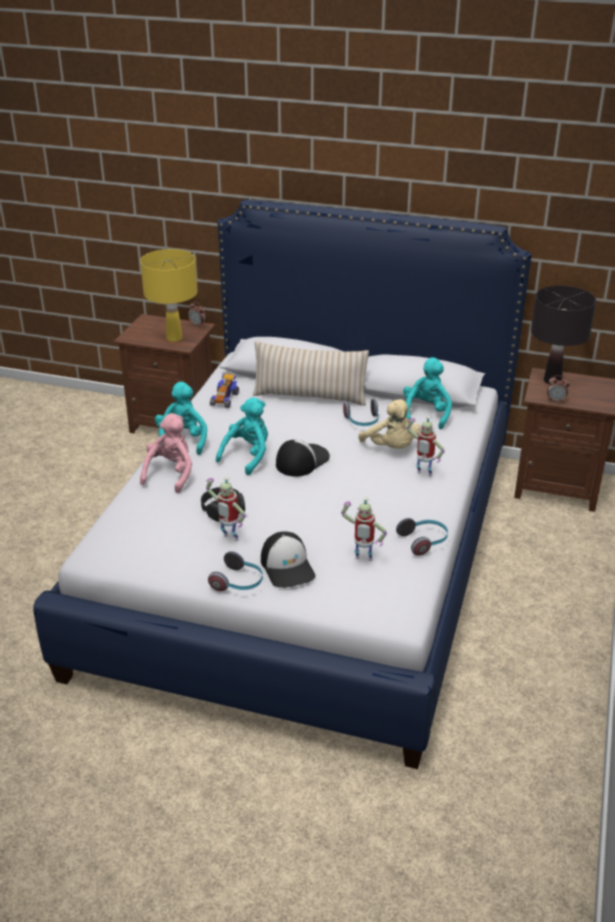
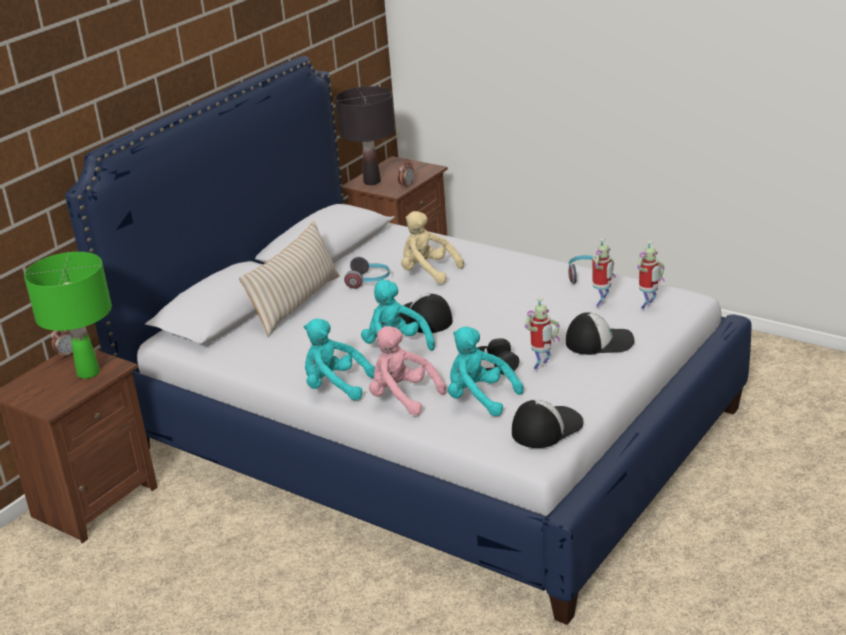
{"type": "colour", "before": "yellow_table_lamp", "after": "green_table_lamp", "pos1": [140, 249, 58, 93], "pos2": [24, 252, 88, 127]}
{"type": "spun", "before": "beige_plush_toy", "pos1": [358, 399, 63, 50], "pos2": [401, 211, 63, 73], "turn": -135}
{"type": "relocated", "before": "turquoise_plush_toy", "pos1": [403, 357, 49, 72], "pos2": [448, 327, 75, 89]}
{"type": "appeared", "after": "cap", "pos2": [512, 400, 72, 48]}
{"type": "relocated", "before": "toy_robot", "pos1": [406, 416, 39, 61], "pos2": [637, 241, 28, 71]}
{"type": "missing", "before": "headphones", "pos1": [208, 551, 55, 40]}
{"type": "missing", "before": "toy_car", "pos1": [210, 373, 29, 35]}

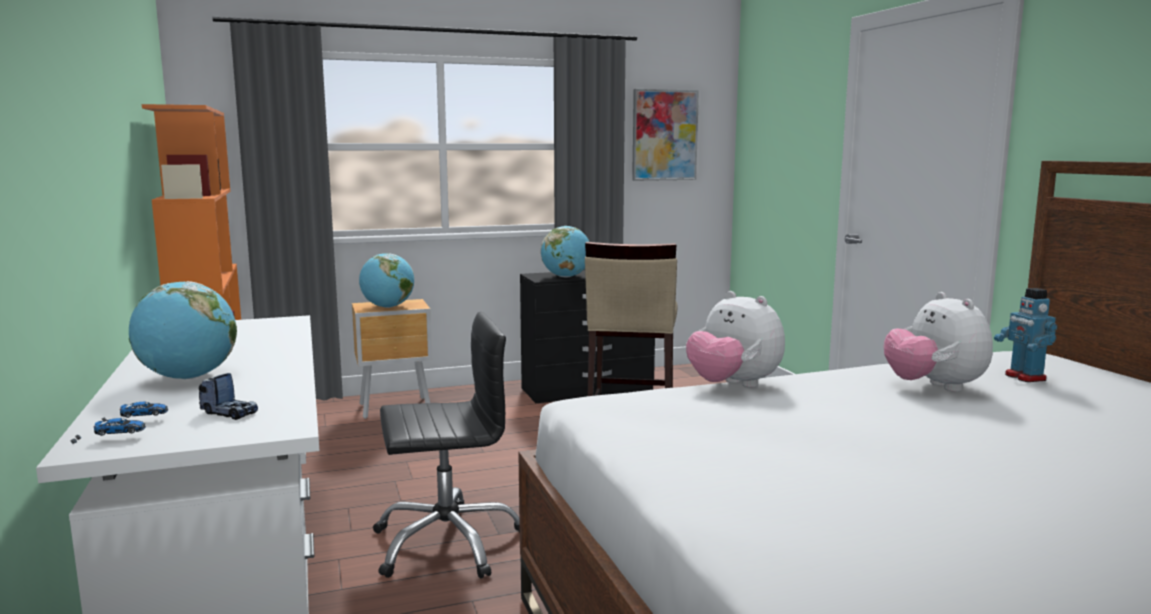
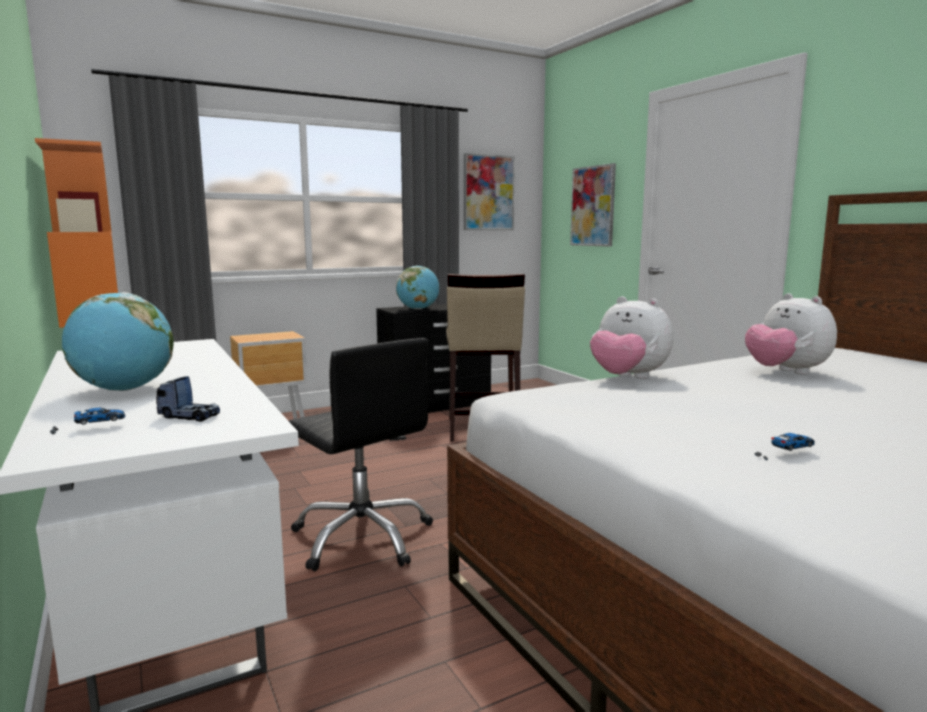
{"type": "spun", "before": "black_office_chair", "pos1": [373, 312, 147, 267], "pos2": [289, 338, 144, 233], "turn": 75}
{"type": "appeared", "after": "picture", "pos2": [570, 163, 46, 84]}
{"type": "relocated", "before": "toy_car", "pos1": [71, 418, 75, 26], "pos2": [755, 433, 60, 27]}
{"type": "missing", "before": "globe", "pos1": [359, 253, 55, 55]}
{"type": "missing", "before": "toy_robot", "pos1": [994, 288, 63, 94]}

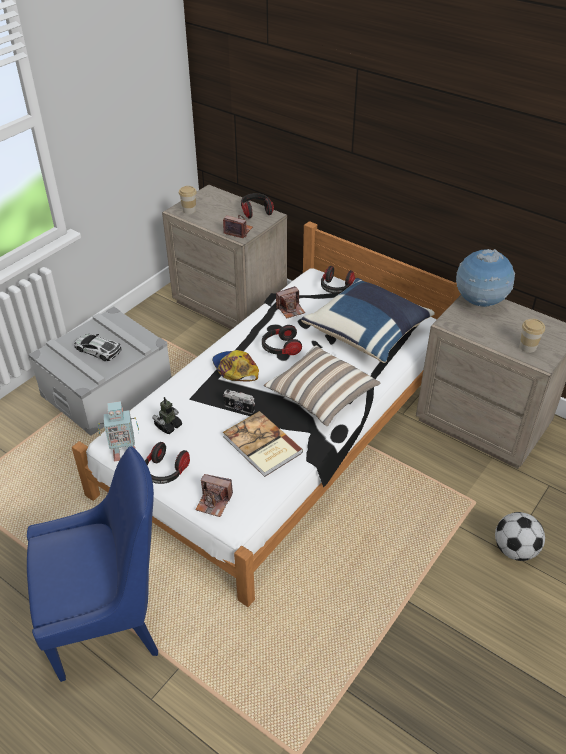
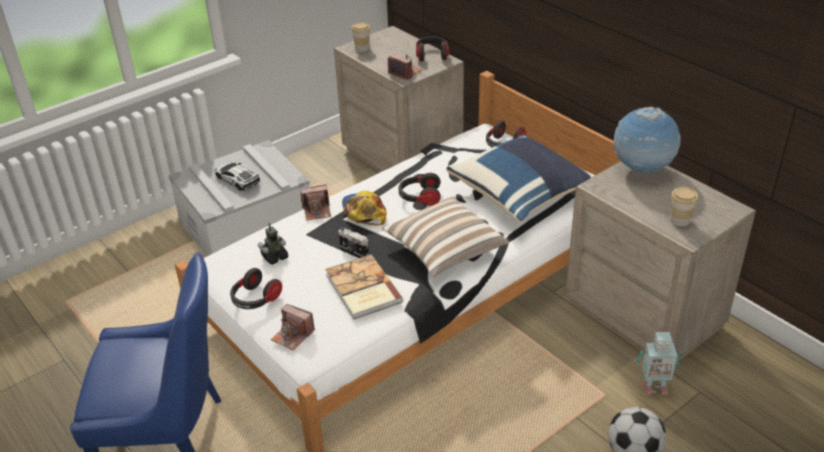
{"type": "relocated", "before": "photo_camera", "pos1": [276, 286, 29, 32], "pos2": [300, 184, 31, 36]}
{"type": "relocated", "before": "toy_robot", "pos1": [98, 401, 41, 60], "pos2": [637, 332, 44, 63]}

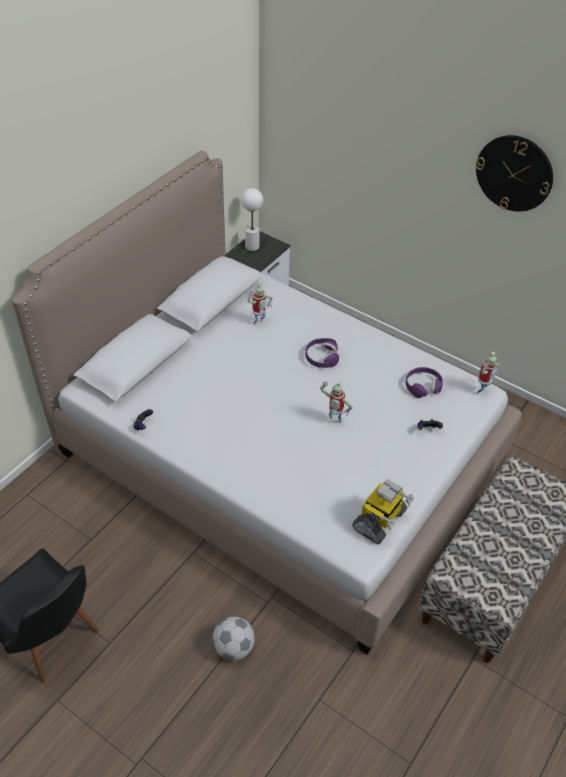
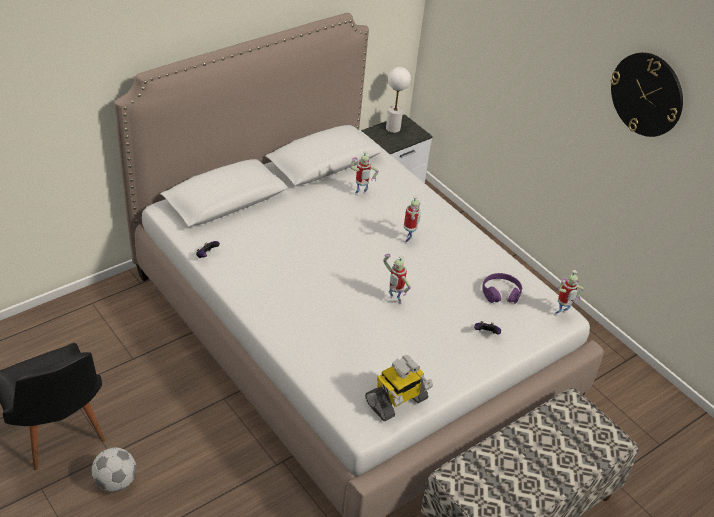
{"type": "relocated", "before": "football", "pos1": [213, 617, 42, 43], "pos2": [92, 447, 44, 45]}
{"type": "exchanged", "before": "purple_headphones", "after": "toy_robot", "pos1": [305, 338, 34, 30], "pos2": [404, 196, 17, 48]}

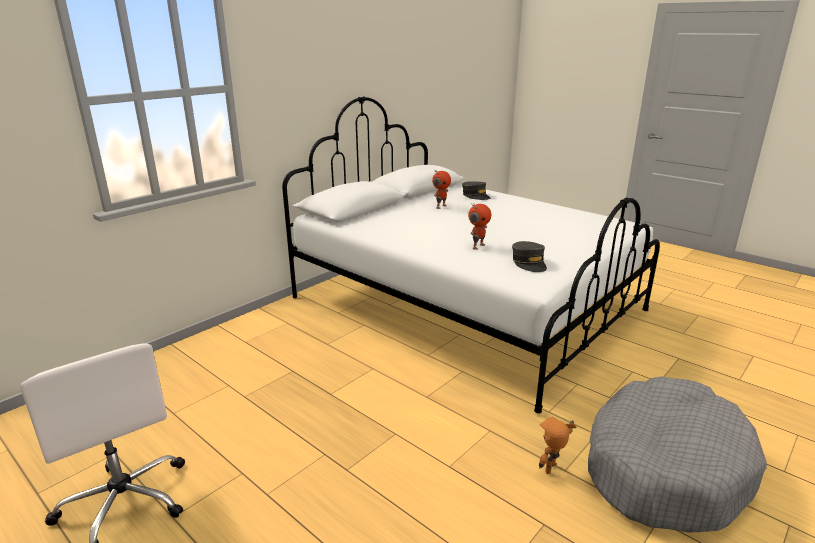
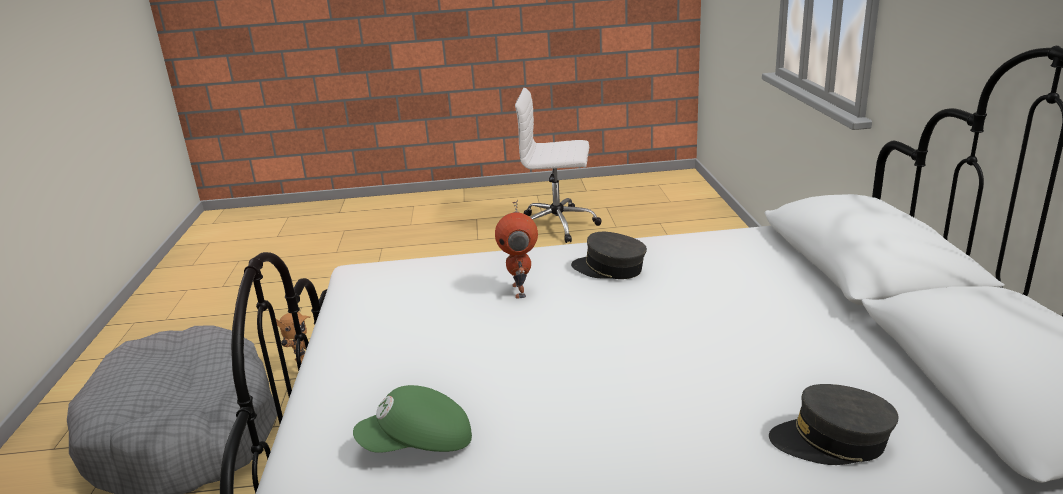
{"type": "appeared", "after": "green_cap", "pos2": [353, 385, 119, 68]}
{"type": "relocated", "before": "grey_cap", "pos1": [512, 241, 35, 31], "pos2": [571, 232, 76, 47]}
{"type": "missing", "before": "toy_robot", "pos1": [432, 170, 19, 39]}

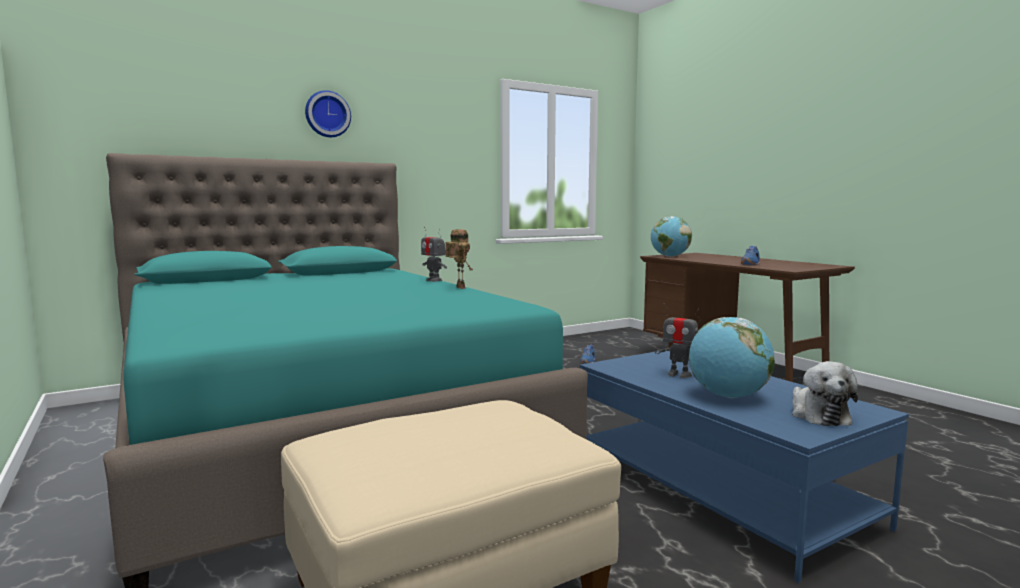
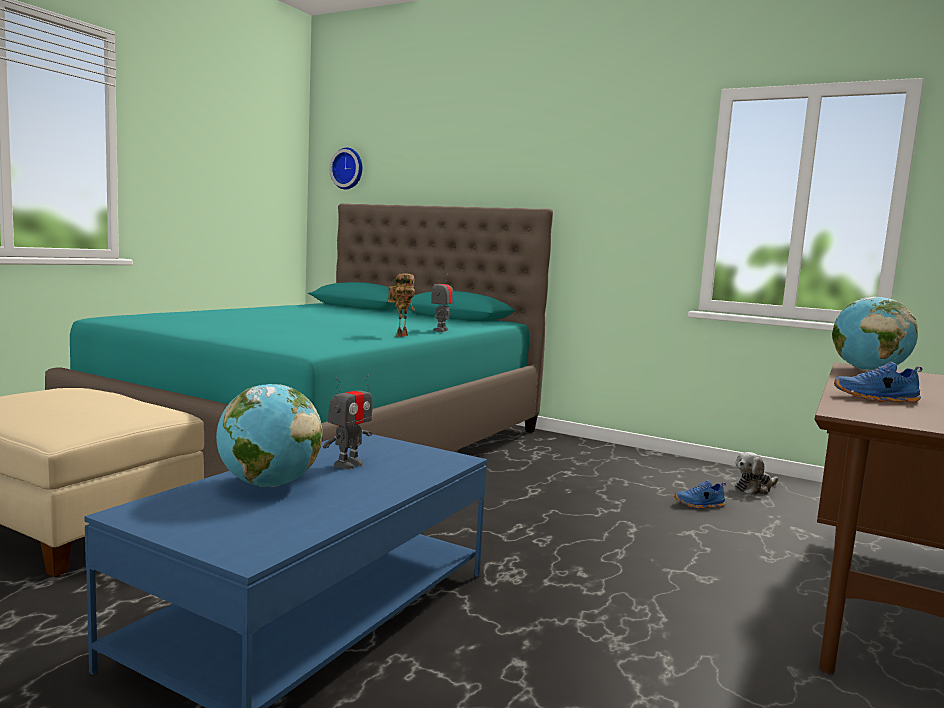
{"type": "spun", "before": "toy_robot", "pos1": [655, 303, 46, 75], "pos2": [323, 375, 50, 94], "turn": -150}
{"type": "relocated", "before": "wall_clock", "pos1": [305, 90, 46, 47], "pos2": [329, 148, 34, 41]}
{"type": "relocated", "before": "plush_toy", "pos1": [792, 361, 66, 65], "pos2": [735, 452, 43, 43]}

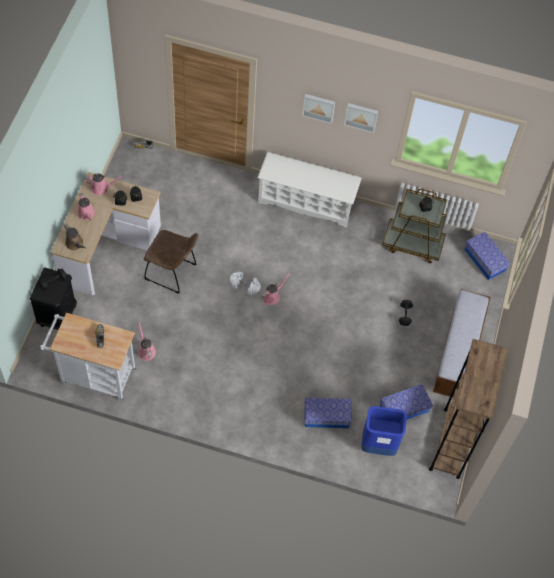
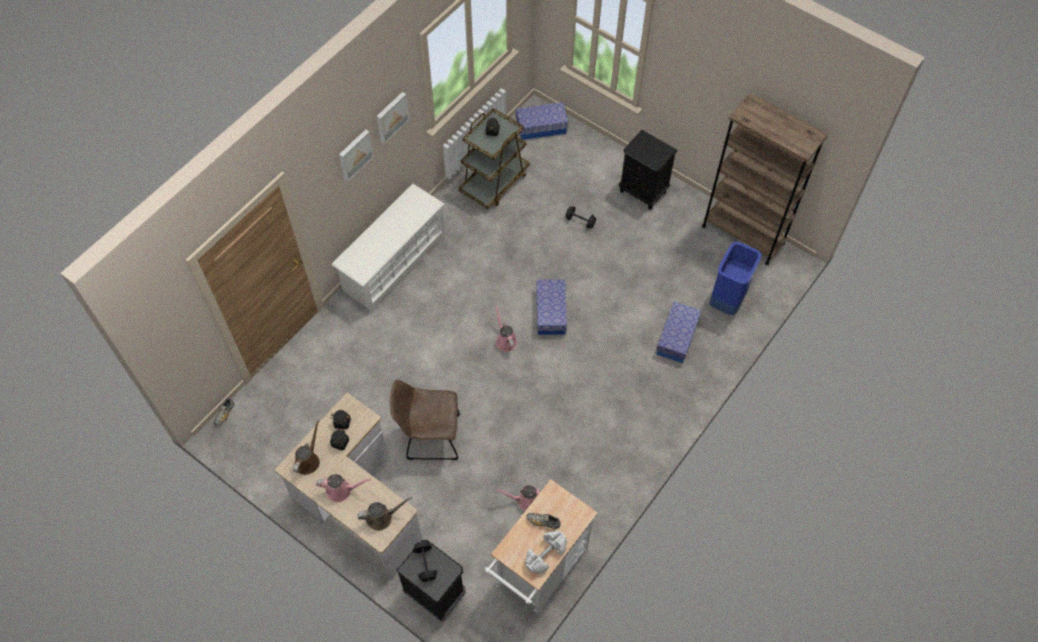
{"type": "colour", "before": "pink_watering_can", "after": "brown_watering_can", "pos1": [84, 173, 39, 22], "pos2": [293, 420, 27, 55]}
{"type": "spun", "before": "brown_chair", "pos1": [143, 230, 55, 64], "pos2": [390, 380, 70, 80], "turn": -135}
{"type": "relocated", "before": "white_dumbbell", "pos1": [229, 272, 32, 23], "pos2": [525, 530, 42, 44]}
{"type": "relocated", "before": "storage_box", "pos1": [380, 384, 53, 36], "pos2": [536, 279, 31, 56]}
{"type": "exchanged", "before": "bench", "after": "black_nightstand", "pos1": [433, 289, 57, 109], "pos2": [619, 130, 58, 80]}

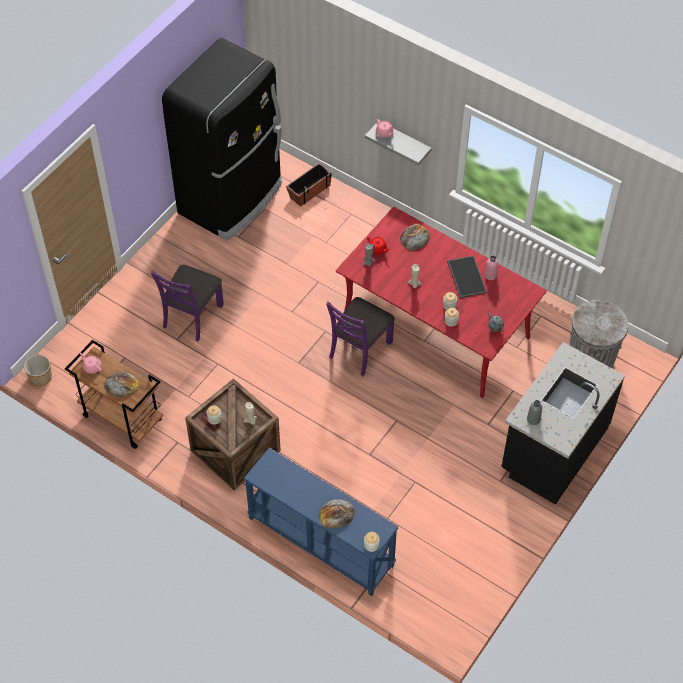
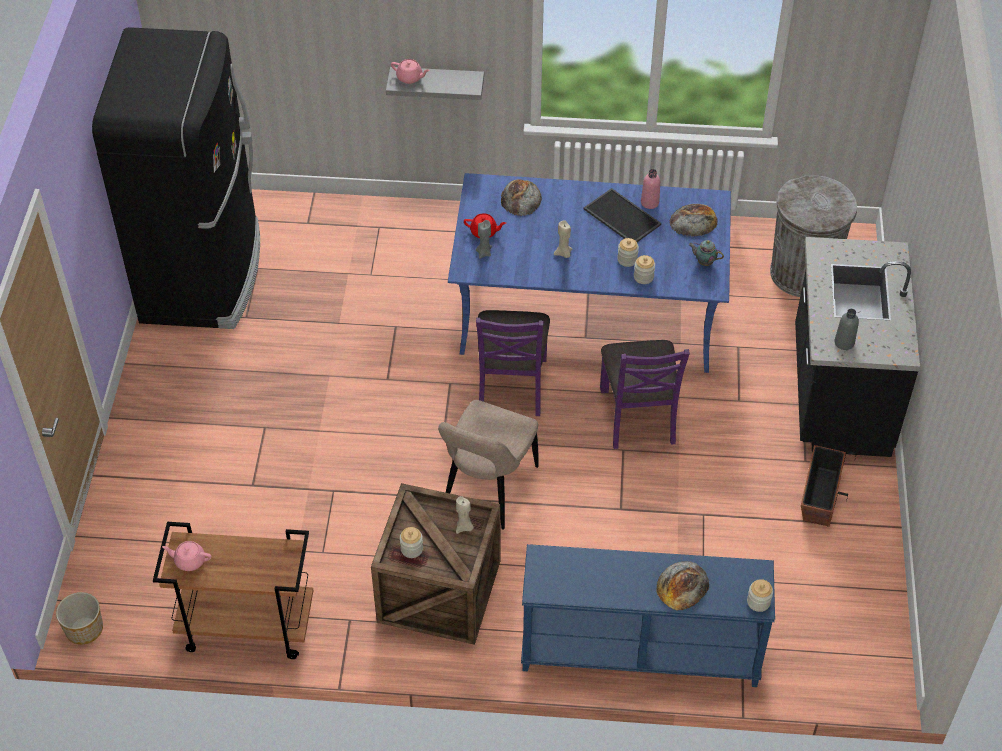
{"type": "appeared", "after": "beige_chair", "pos2": [438, 400, 101, 130]}
{"type": "colour", "before": "red_dining_table", "after": "blue_dining_table", "pos1": [336, 207, 211, 191], "pos2": [448, 173, 283, 200]}
{"type": "relocated", "before": "purple_chair", "pos1": [151, 265, 73, 76], "pos2": [600, 340, 90, 109]}
{"type": "relocated", "before": "bread", "pos1": [104, 372, 36, 25], "pos2": [669, 204, 49, 33]}
{"type": "relocated", "before": "planter", "pos1": [286, 163, 46, 44], "pos2": [801, 445, 56, 82]}

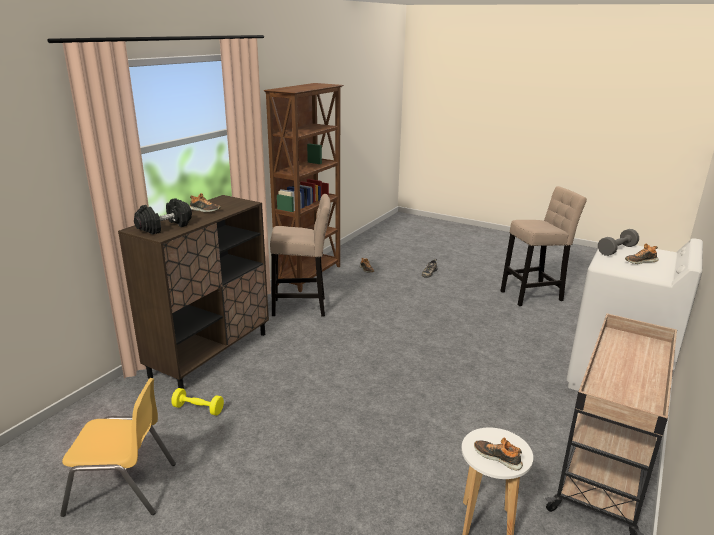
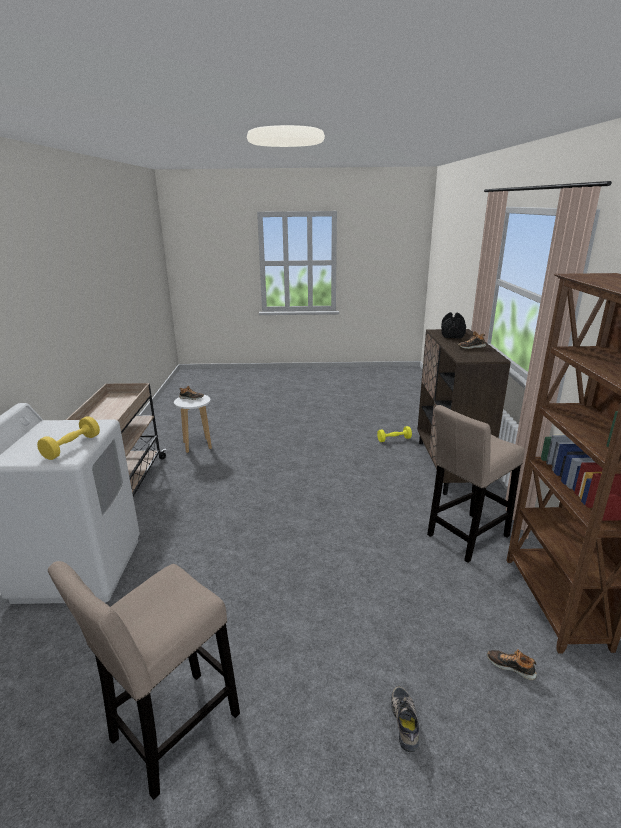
{"type": "colour", "before": "grey_dumbbell", "after": "yellow_dumbbell", "pos1": [598, 229, 41, 27], "pos2": [37, 416, 63, 44]}
{"type": "missing", "before": "yellow_chair", "pos1": [60, 378, 116, 139]}
{"type": "missing", "before": "shoe", "pos1": [625, 244, 33, 20]}

